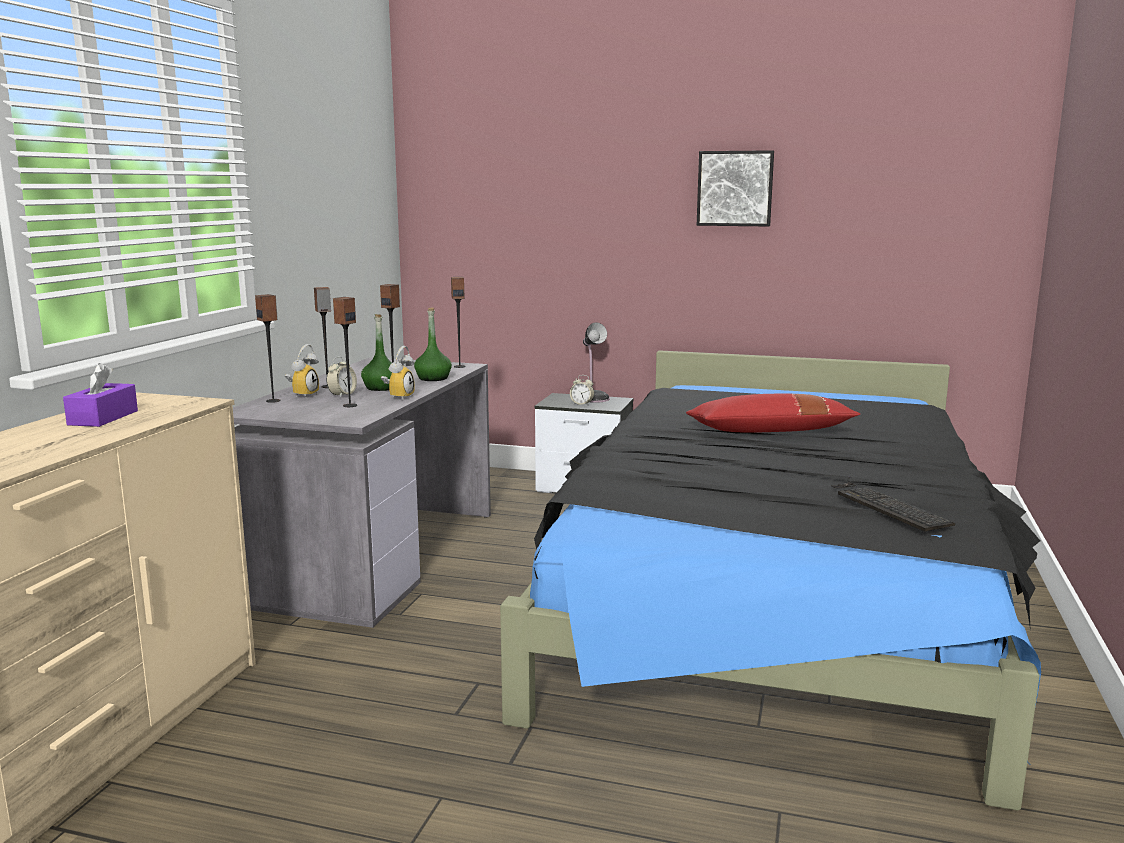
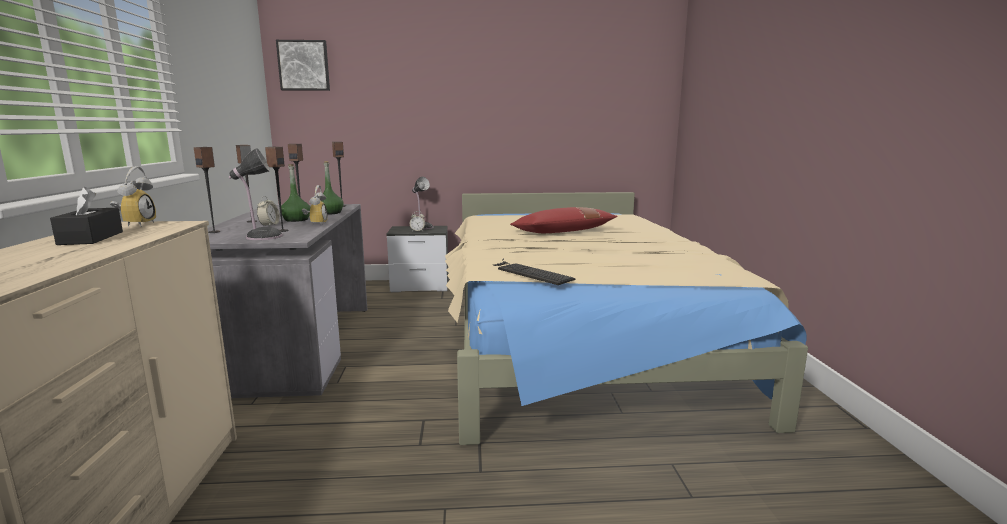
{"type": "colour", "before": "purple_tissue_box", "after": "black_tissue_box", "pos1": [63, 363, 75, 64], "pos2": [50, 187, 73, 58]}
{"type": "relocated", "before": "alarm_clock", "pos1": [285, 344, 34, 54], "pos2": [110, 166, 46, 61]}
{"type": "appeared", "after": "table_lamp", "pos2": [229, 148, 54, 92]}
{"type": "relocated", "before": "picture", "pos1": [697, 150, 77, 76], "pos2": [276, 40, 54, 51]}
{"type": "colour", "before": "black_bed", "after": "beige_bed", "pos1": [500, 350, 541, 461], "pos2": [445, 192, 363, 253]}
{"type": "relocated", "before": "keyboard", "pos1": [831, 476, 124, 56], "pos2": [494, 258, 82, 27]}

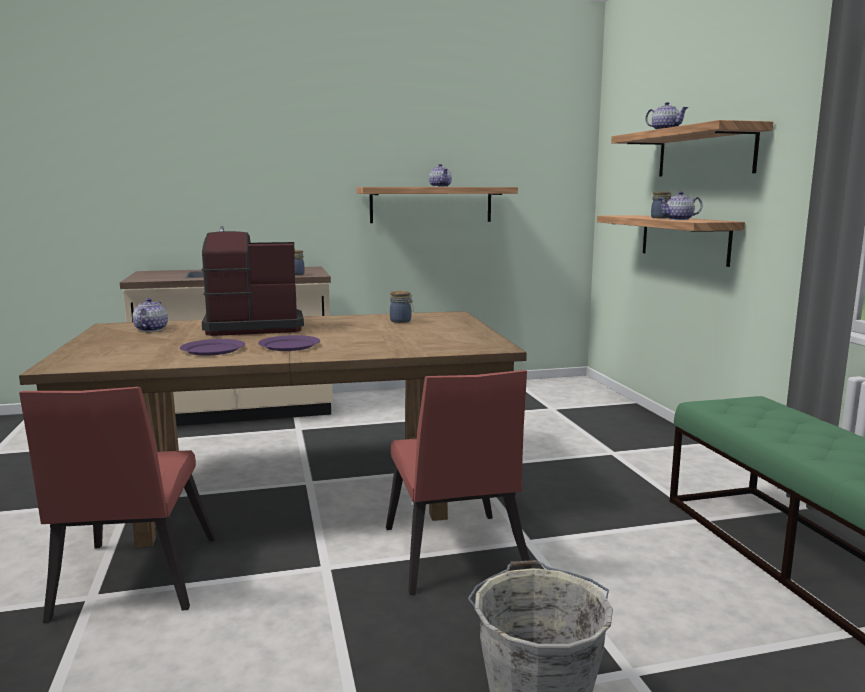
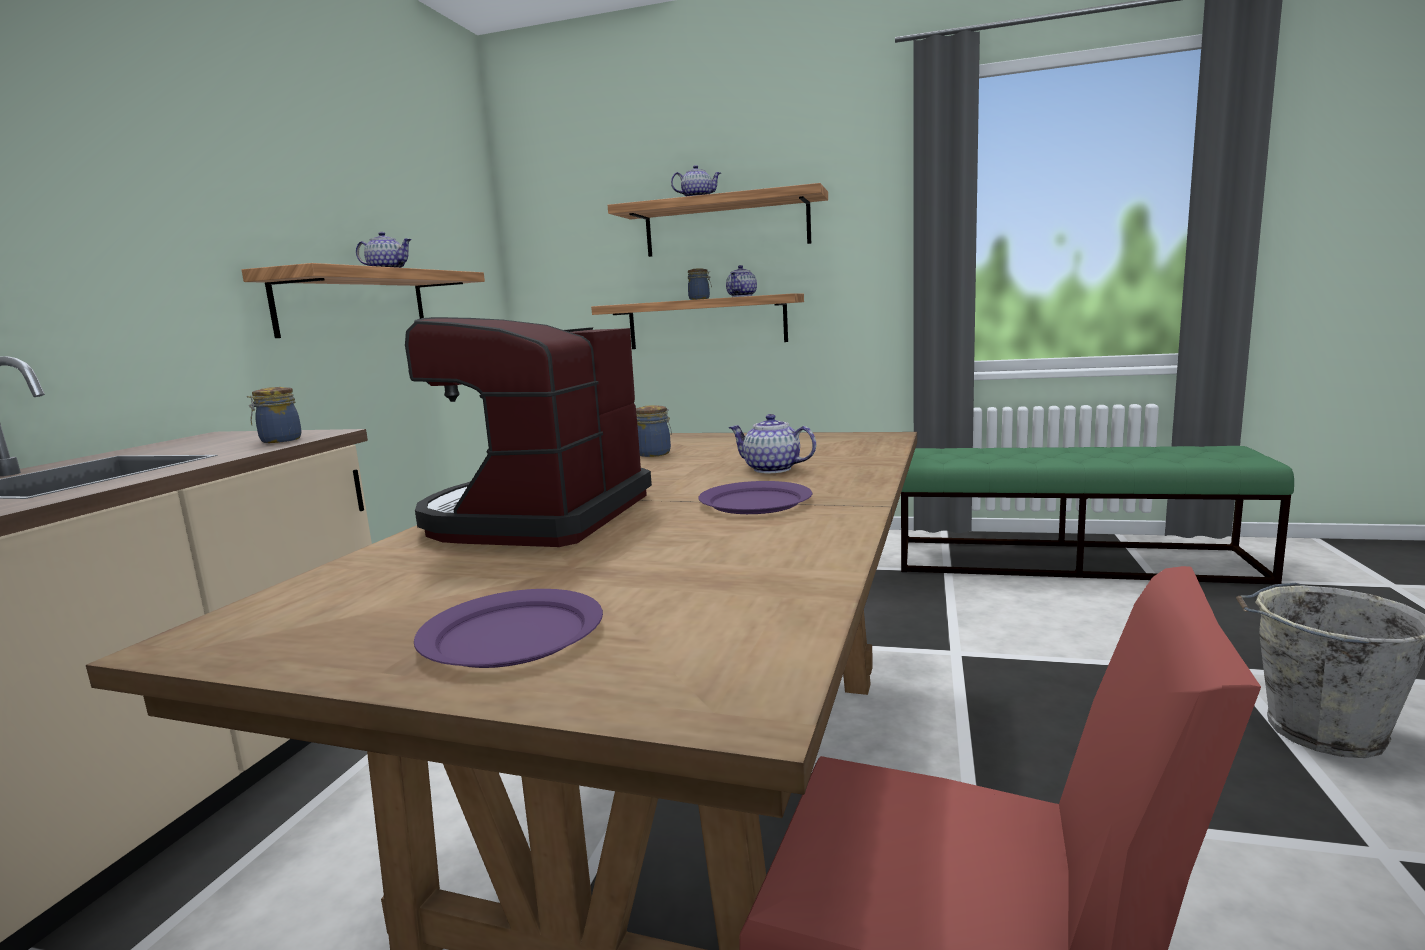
{"type": "relocated", "before": "purple_plate", "pos1": [180, 339, 65, 16], "pos2": [414, 589, 189, 79]}
{"type": "relocated", "before": "teapot", "pos1": [133, 298, 35, 34], "pos2": [729, 414, 87, 59]}
{"type": "missing", "before": "red_chair", "pos1": [386, 370, 146, 225]}

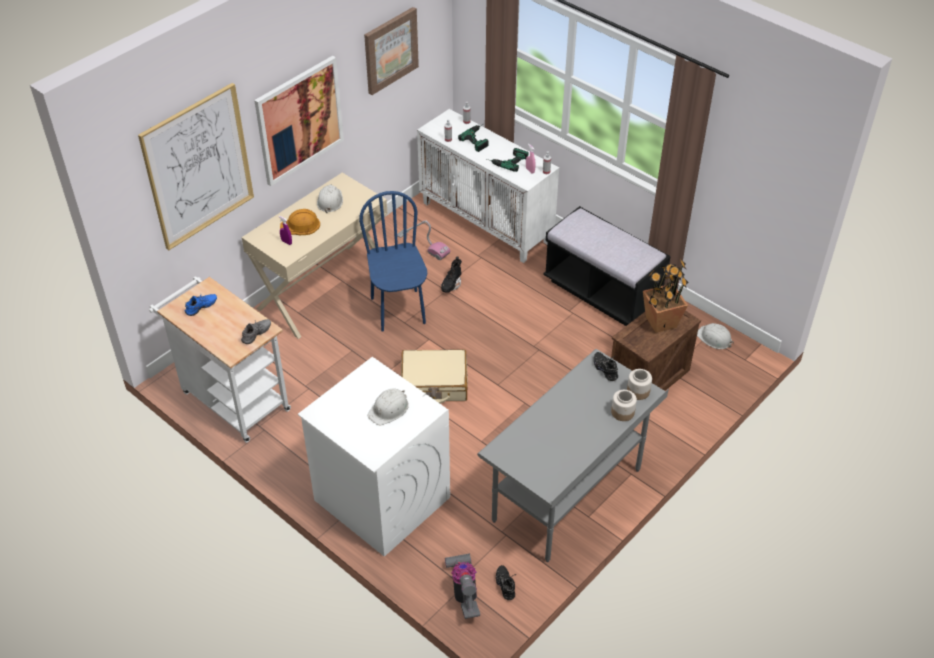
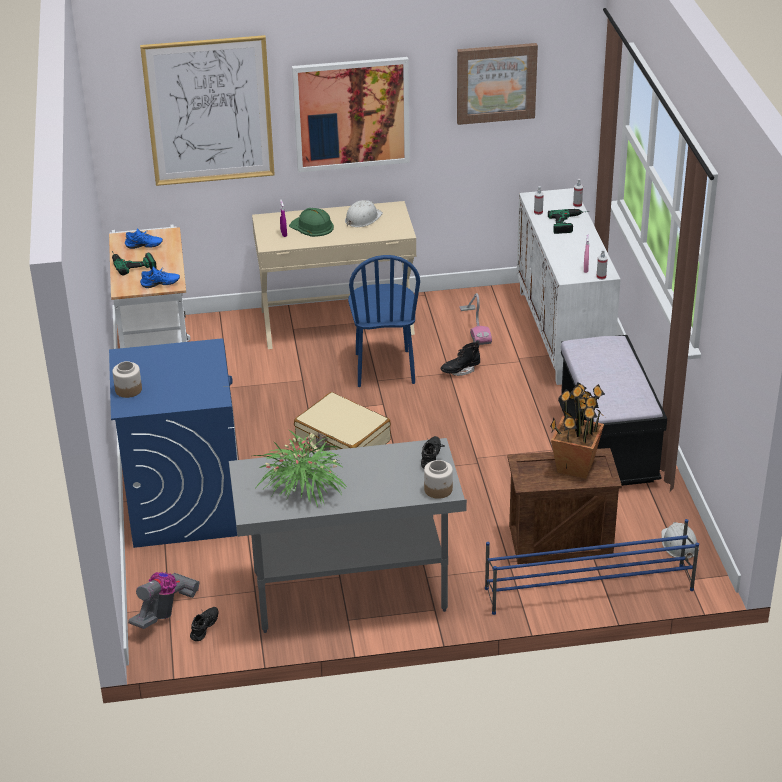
{"type": "colour", "before": "white_washing_machine", "after": "blue_washing_machine", "pos1": [298, 357, 152, 200], "pos2": [109, 338, 129, 210]}
{"type": "relocated", "before": "power_drill", "pos1": [487, 148, 41, 24], "pos2": [112, 251, 45, 25]}
{"type": "relocated", "before": "jar", "pos1": [611, 390, 26, 31], "pos2": [112, 361, 30, 37]}
{"type": "colour", "before": "grey_shoe", "after": "blue_shoe", "pos1": [241, 319, 30, 25], "pos2": [140, 267, 40, 21]}
{"type": "appeared", "after": "potted_plant", "pos2": [253, 430, 94, 77]}
{"type": "colour", "before": "orange_hard_hat", "after": "green_hard_hat", "pos1": [280, 209, 40, 26], "pos2": [289, 208, 45, 29]}
{"type": "spun", "before": "blue_chair", "pos1": [359, 191, 68, 141], "pos2": [348, 255, 72, 132], "turn": 150}
{"type": "appeared", "after": "blue_shoe_rack", "pos2": [485, 519, 214, 96]}
{"type": "missing", "before": "white_hard_hat", "pos1": [367, 388, 42, 37]}

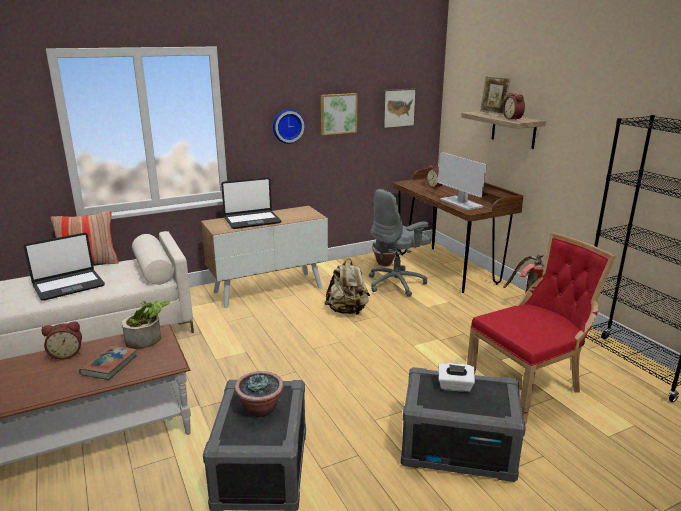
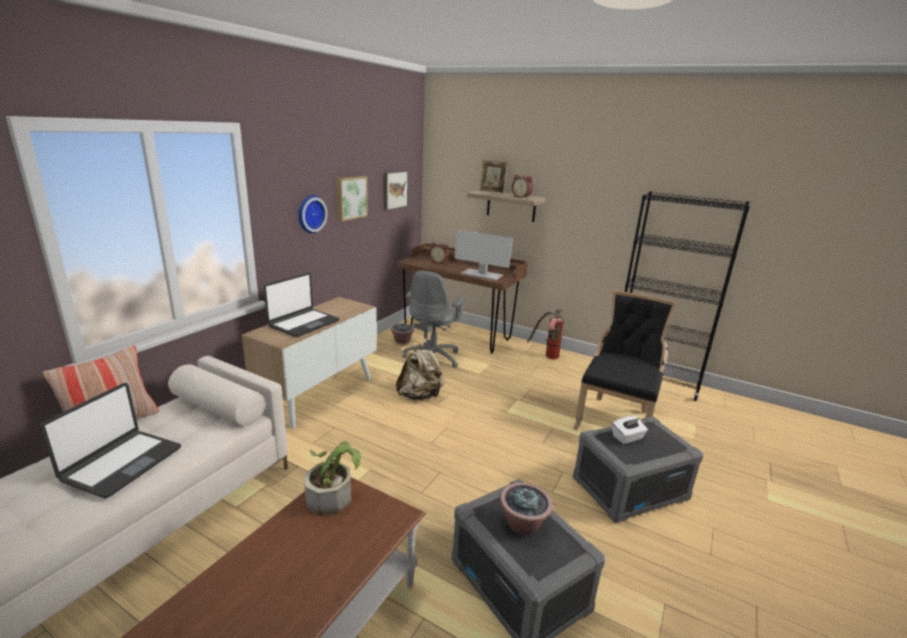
{"type": "colour", "before": "red_chair", "after": "black_chair", "pos1": [467, 233, 149, 191], "pos2": [573, 291, 103, 139]}
{"type": "missing", "before": "alarm_clock", "pos1": [42, 321, 40, 38]}
{"type": "missing", "before": "book", "pos1": [79, 345, 58, 35]}

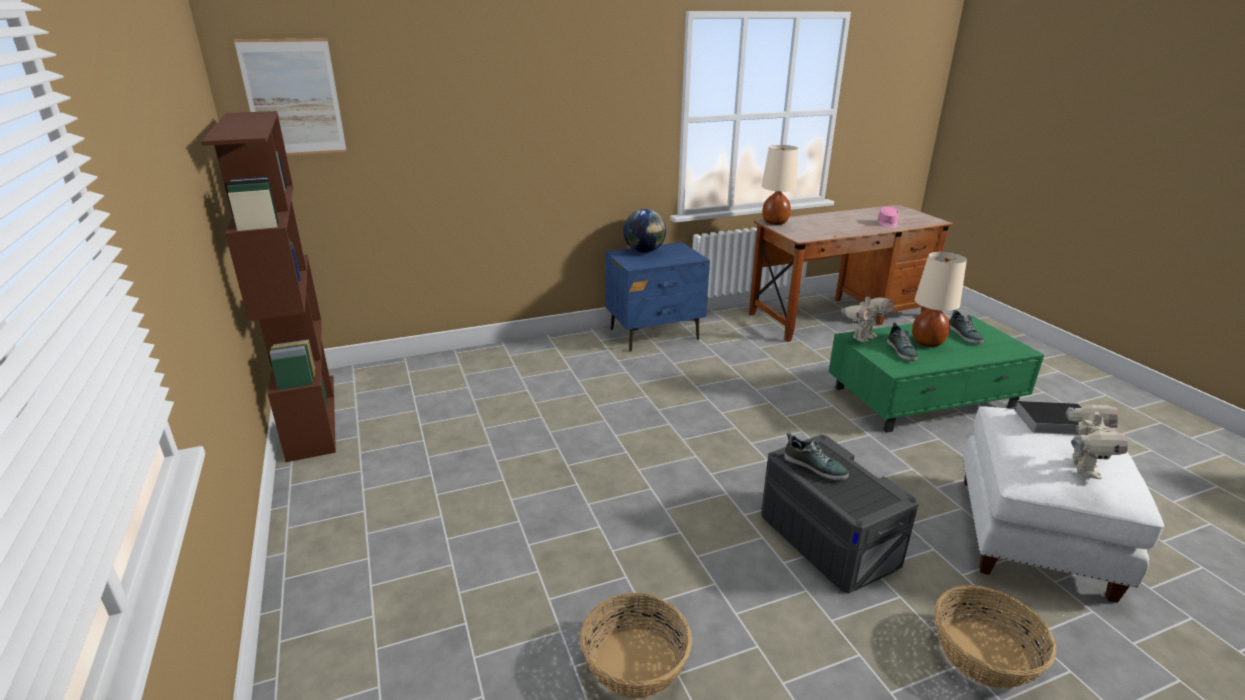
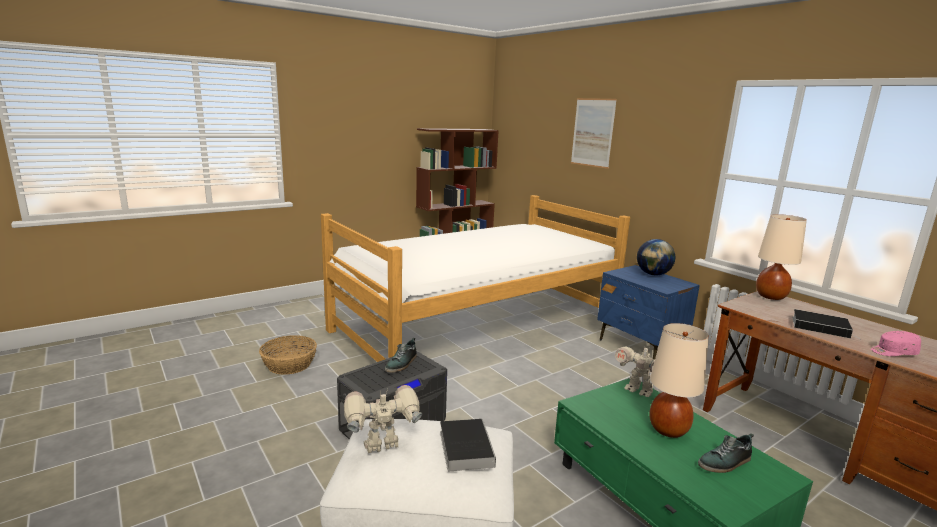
{"type": "appeared", "after": "bed", "pos2": [321, 195, 309, 167]}
{"type": "spun", "before": "toy_robot", "pos1": [1066, 405, 62, 74], "pos2": [344, 385, 78, 68], "turn": 150}
{"type": "relocated", "before": "picture", "pos1": [234, 38, 113, 117], "pos2": [571, 98, 46, 71]}
{"type": "appeared", "after": "book", "pos2": [792, 309, 70, 31]}
{"type": "missing", "before": "shoe", "pos1": [887, 323, 31, 38]}
{"type": "missing", "before": "basket", "pos1": [934, 585, 122, 104]}

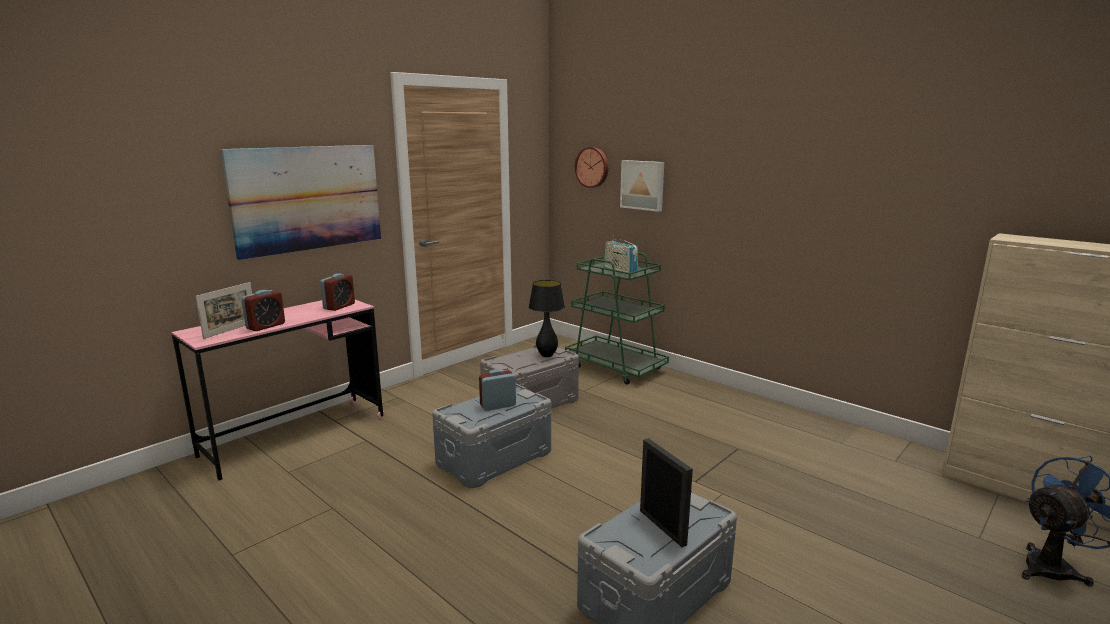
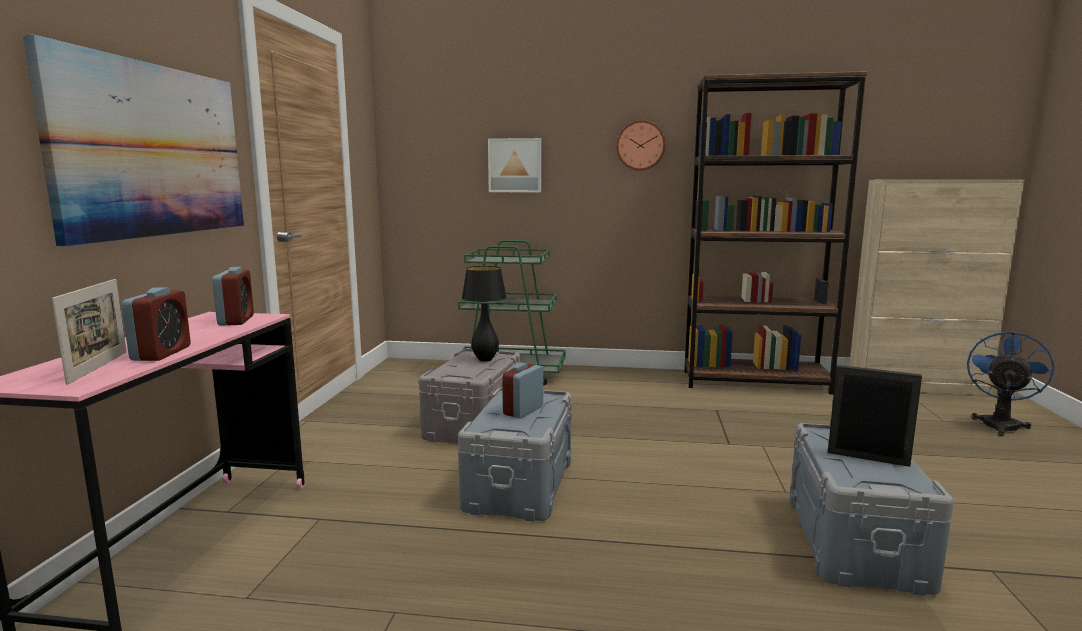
{"type": "relocated", "before": "wall_clock", "pos1": [575, 147, 33, 41], "pos2": [616, 120, 50, 51]}
{"type": "appeared", "after": "brown_bookcase", "pos2": [684, 71, 183, 323]}
{"type": "missing", "before": "radio", "pos1": [604, 235, 34, 40]}

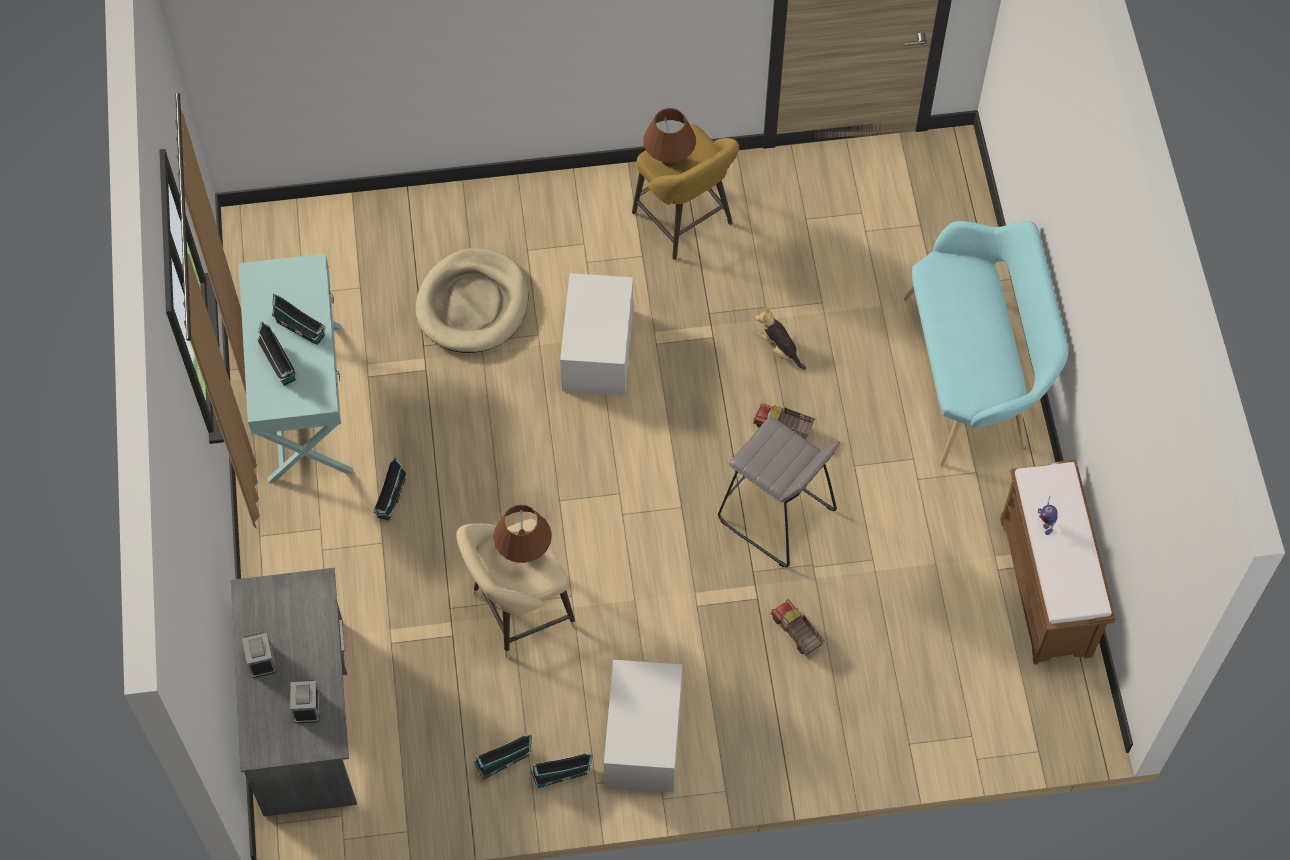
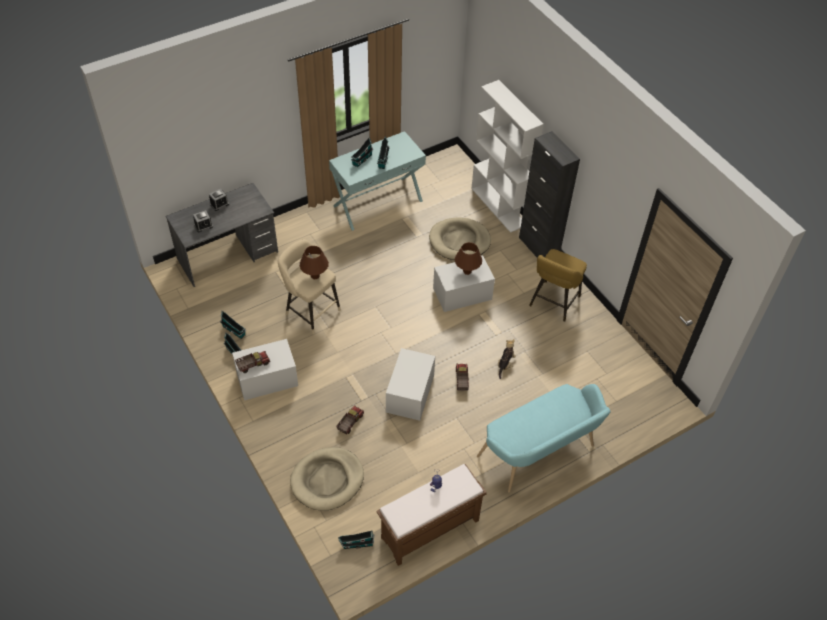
{"type": "appeared", "after": "toy_truck", "pos2": [235, 351, 35, 22]}
{"type": "appeared", "after": "beige_dog_bed", "pos2": [290, 447, 74, 64]}
{"type": "relocated", "before": "toy_house", "pos1": [373, 456, 34, 65], "pos2": [338, 531, 36, 18]}
{"type": "exchanged", "before": "grey_stool", "after": "white_storage_box", "pos1": [718, 417, 122, 150], "pos2": [386, 348, 49, 73]}
{"type": "relocated", "before": "brown_table_lamp", "pos1": [643, 108, 53, 58], "pos2": [455, 242, 27, 33]}
{"type": "appeared", "after": "white_bookcase", "pos2": [471, 80, 73, 153]}
{"type": "appeared", "after": "black_cabinet", "pos2": [519, 131, 61, 127]}

